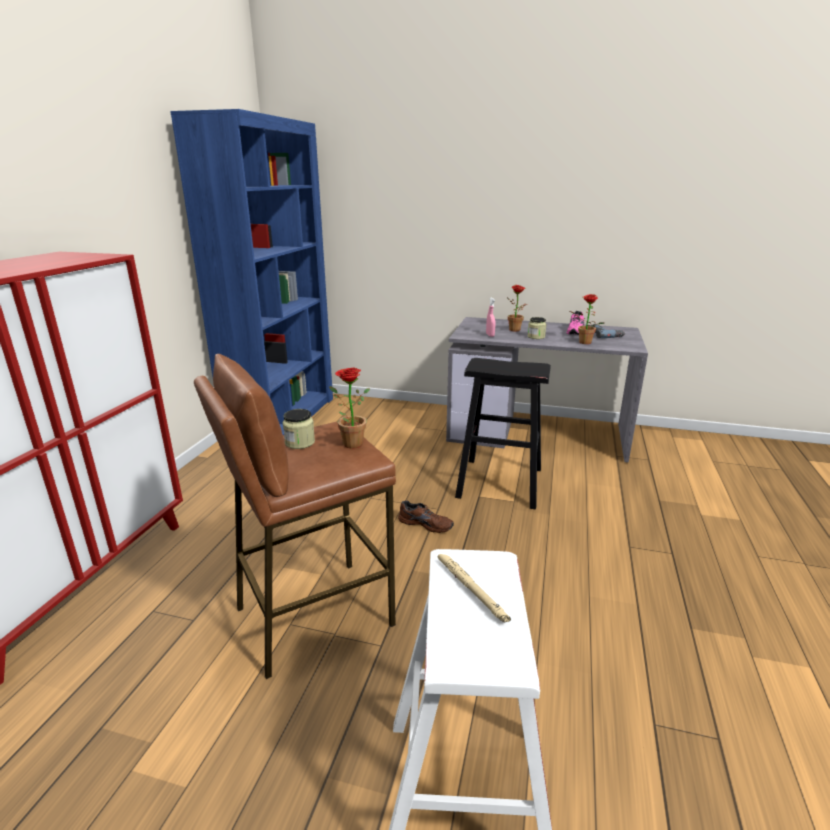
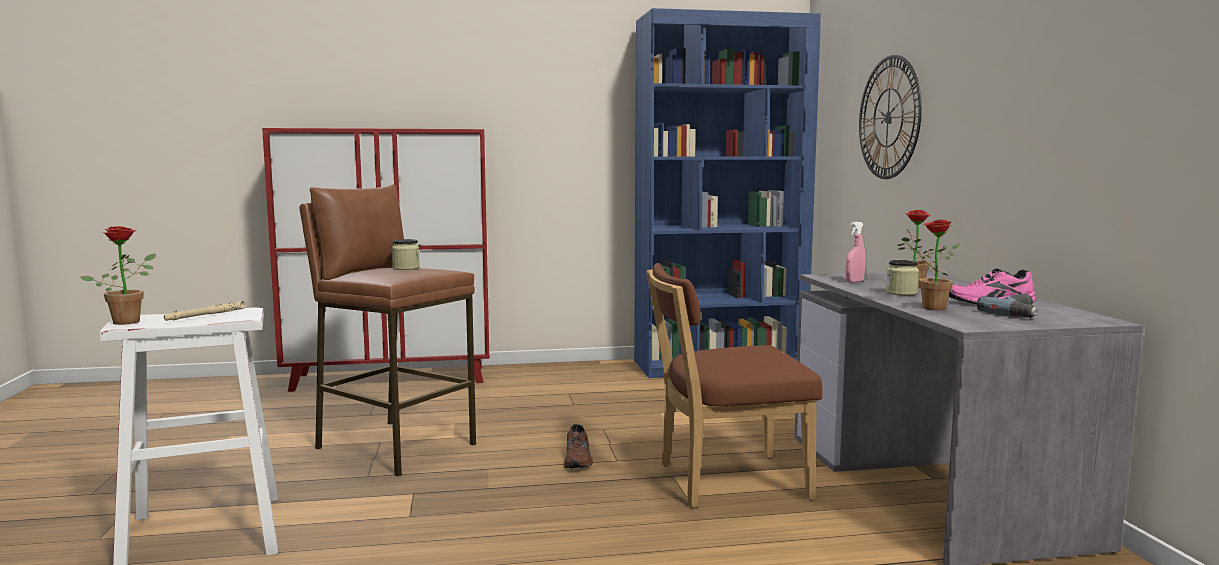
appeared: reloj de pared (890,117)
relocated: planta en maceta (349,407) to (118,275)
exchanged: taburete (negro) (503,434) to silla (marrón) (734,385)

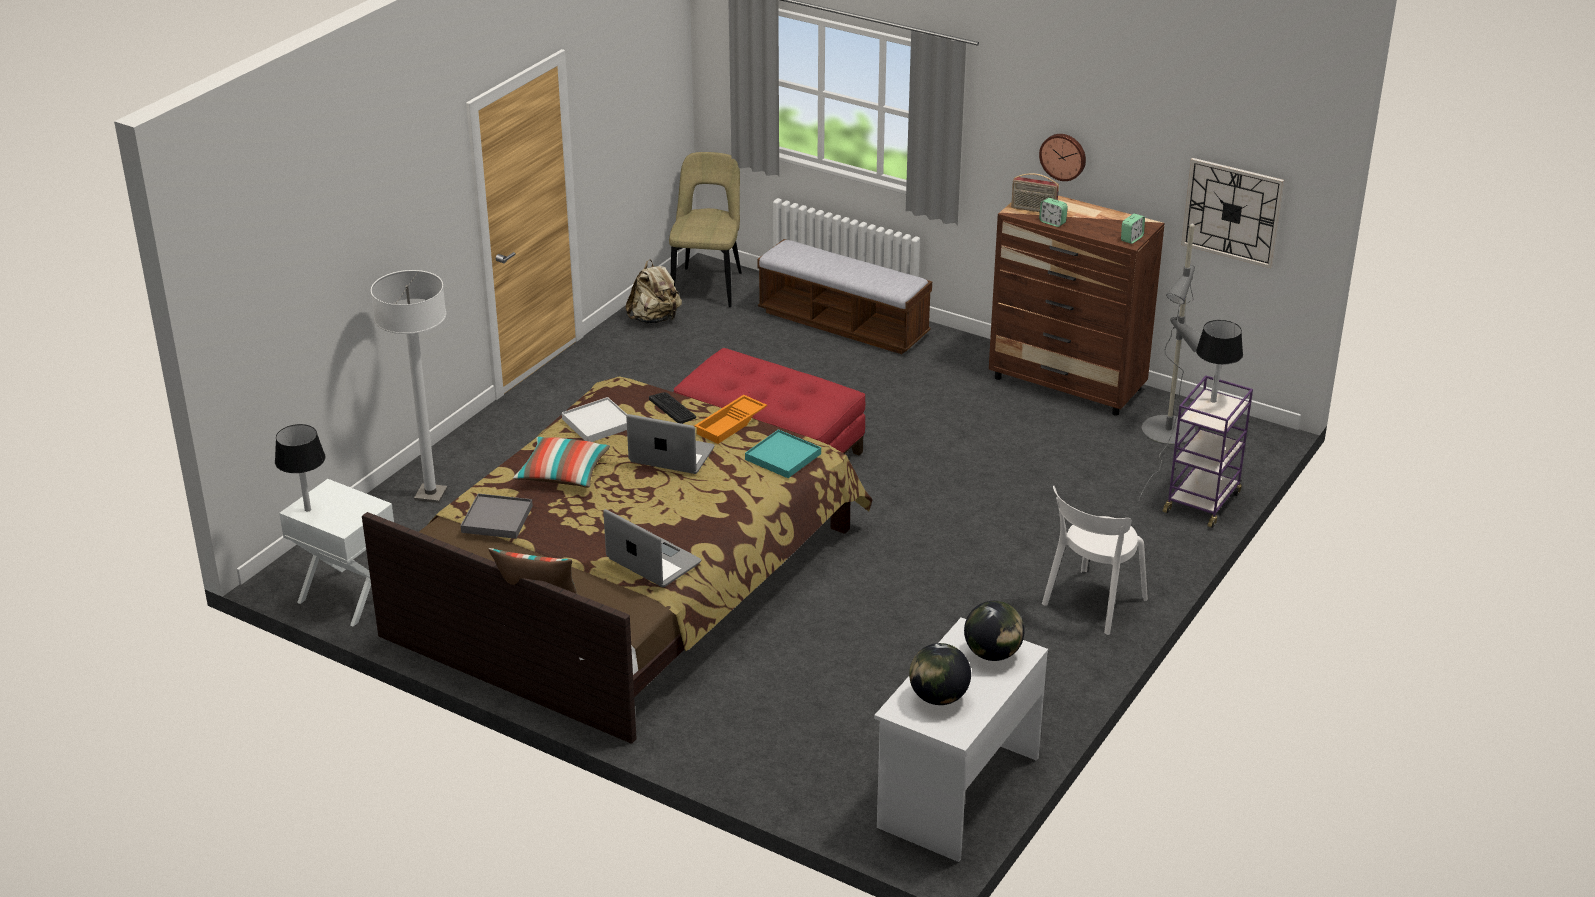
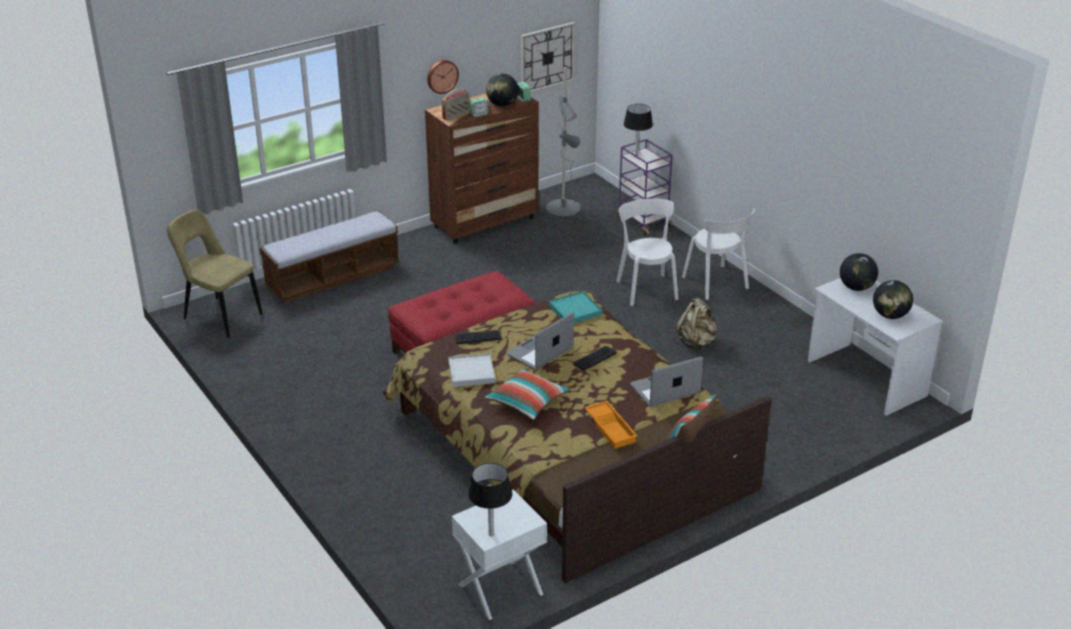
missing: lámpara de pie (blanco) (409,386); bandeja (gris) (497,516)
appeared: globo terráqueo (502,90); silla (blanco) (648,252); teclado (595,358)
relocated: mochila (beis) (653,291) to (696,324); bandeja (naranja) (730,419) to (611,425)

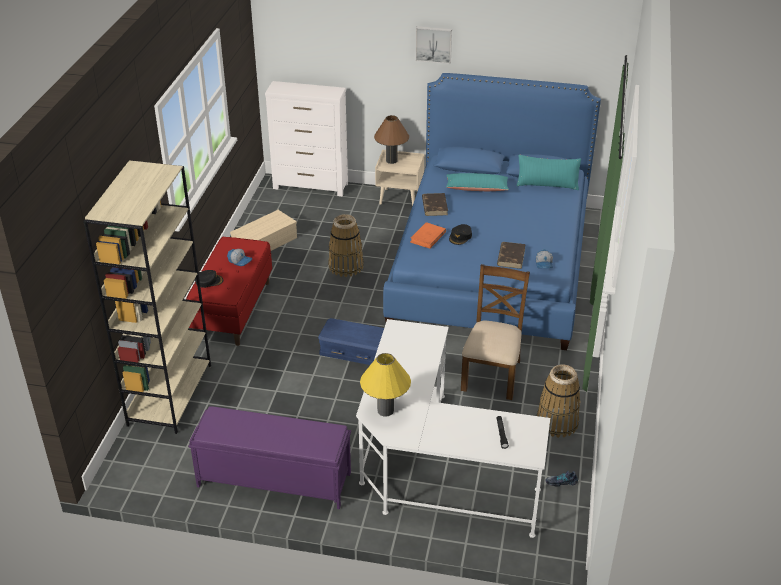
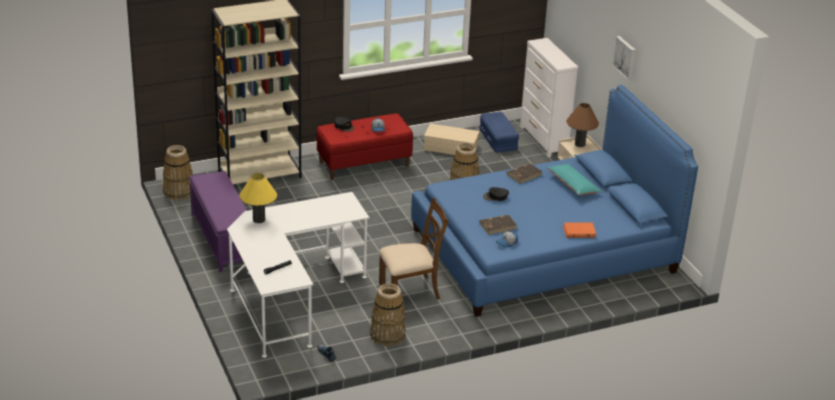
missing: cojín (turquesa) (548,172)
appeared: cesta (177,173)
relocated: libro (naranja) (428,235) to (579,230); caja de almacenaje (azul) (351,341) to (499,132)

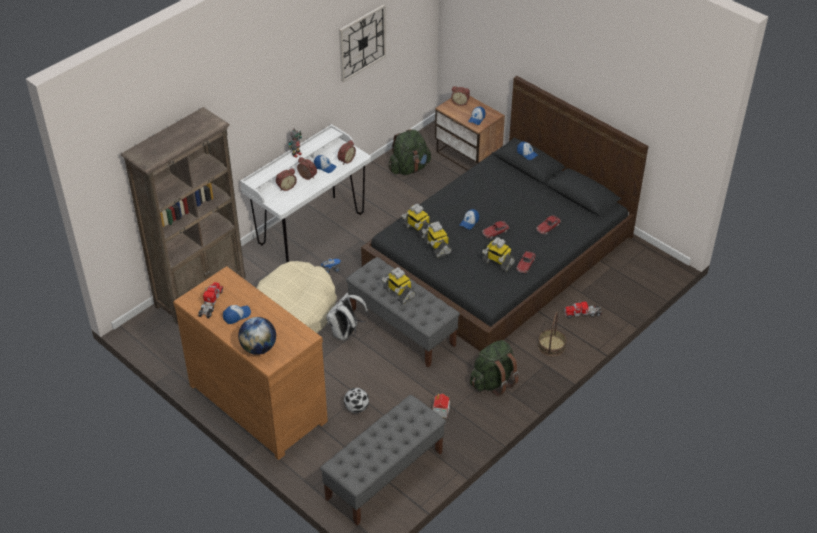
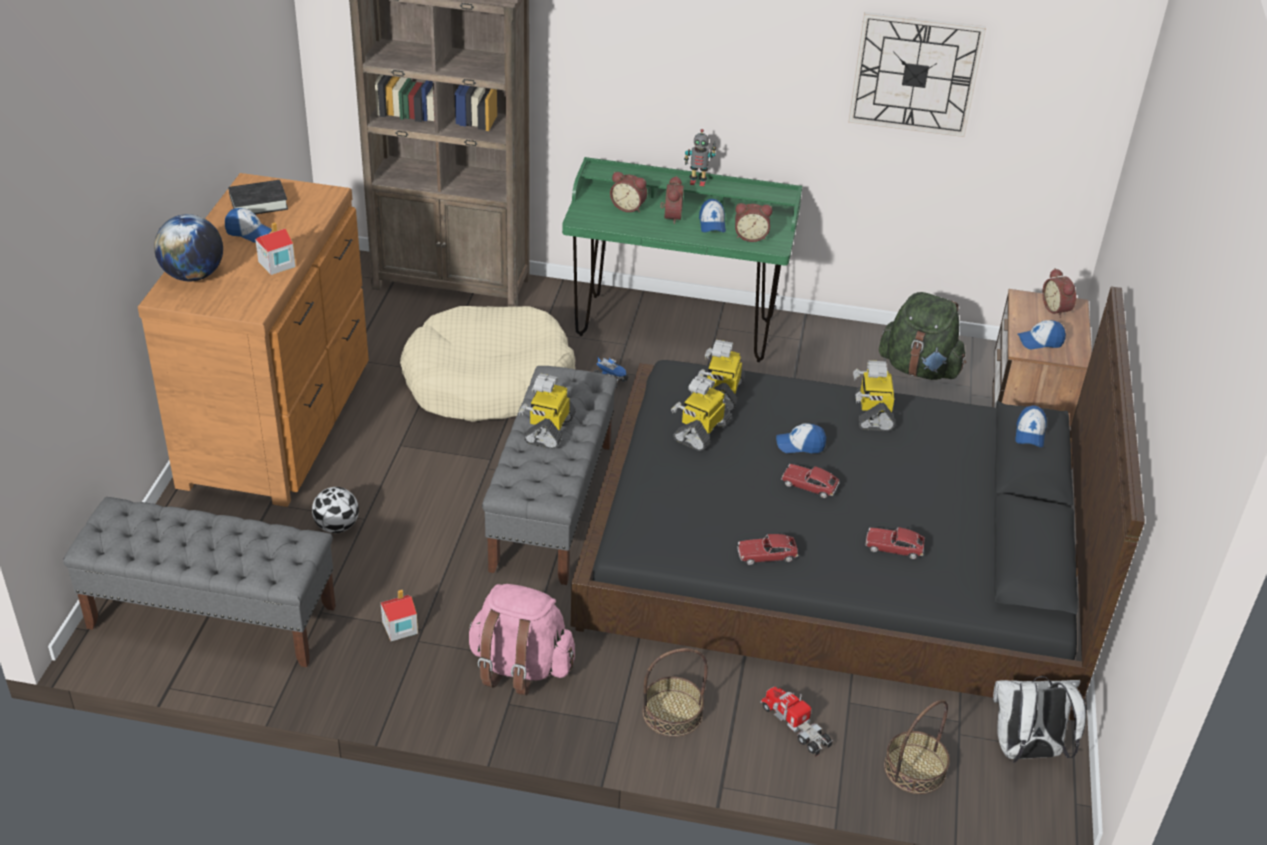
appeared: casita (275,248); cesta (917,747)
relocated: robot de juguete (498,254) to (874,395); mochila (blanco) (347,316) to (1039,719)
exchanged: camión de juguete (210,300) to libro (negro) (258,197)
colour: escritorio (blanco) (305,193) to escritorio (verde) (682,259); mochila (verde) (494,368) to mochila (rosa) (521,639)

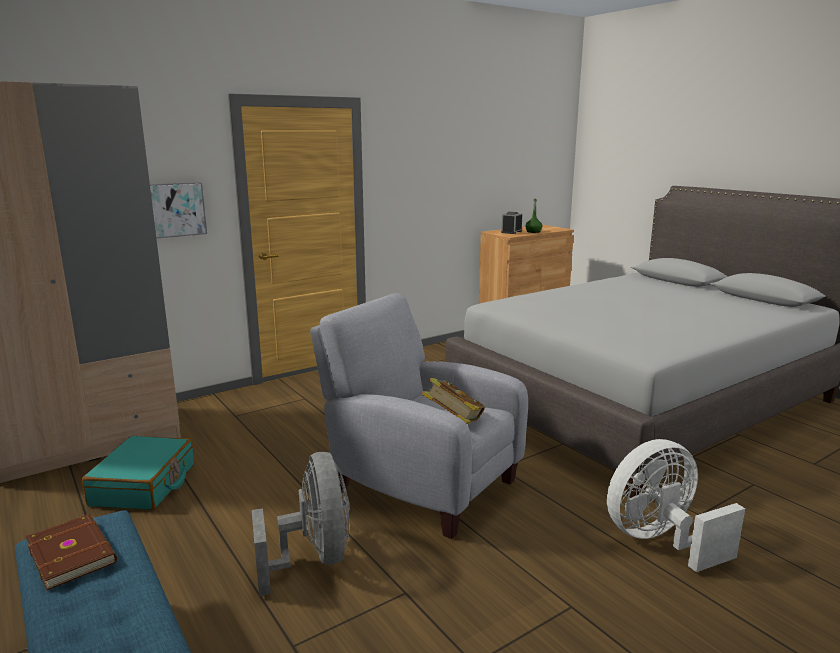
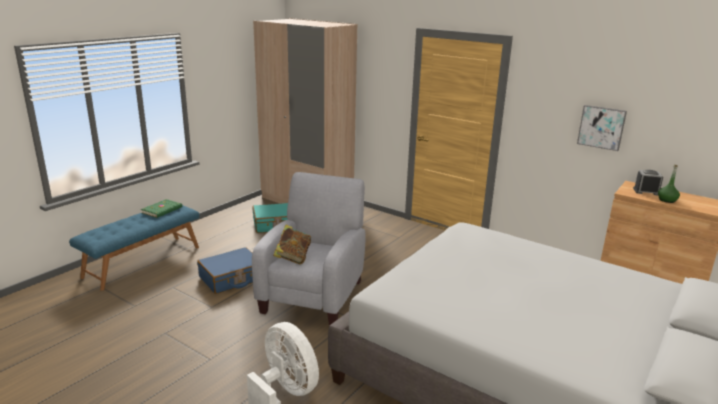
relocated: cuadro (178,210) to (602,128)
exchanged: ventilador (gris) (301,524) to maleta (azul) (225,270)
colour: libro (marrón) (71,552) to libro (verde) (161,208)

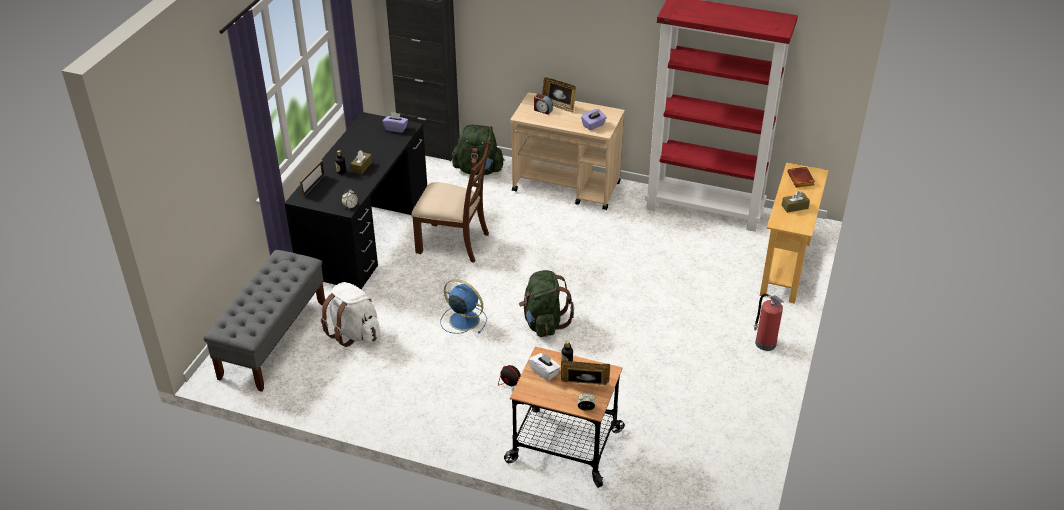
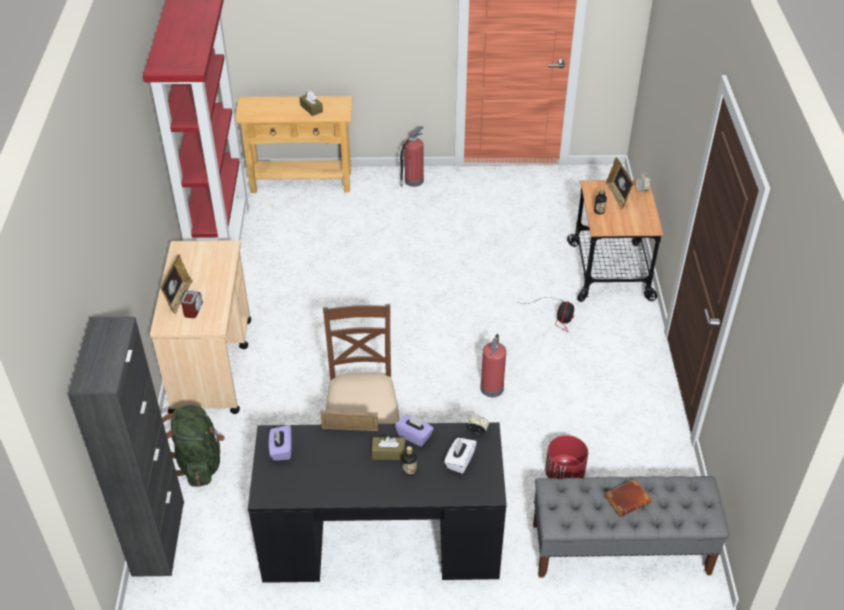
missing: mochila (verde) (546,303)
relocated: caja de pañuelos (morado) (594,119) to (414,430); portarretratos (312,178) to (349,420); libro (marrón) (801,177) to (628,498); caja de pañuelos (blanco) (545,366) to (460,456)
exchanged: ventilador (azul) (464,306) to extintor (493,365); mochila (blanco) (350,314) to maceta (rojo) (566,457)

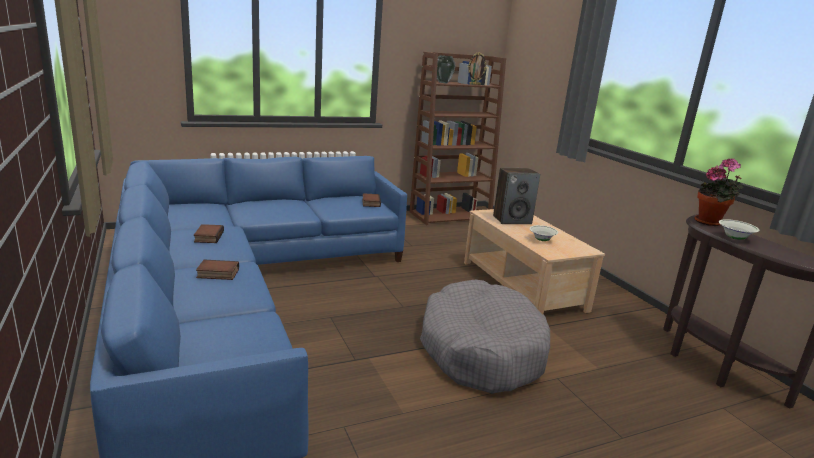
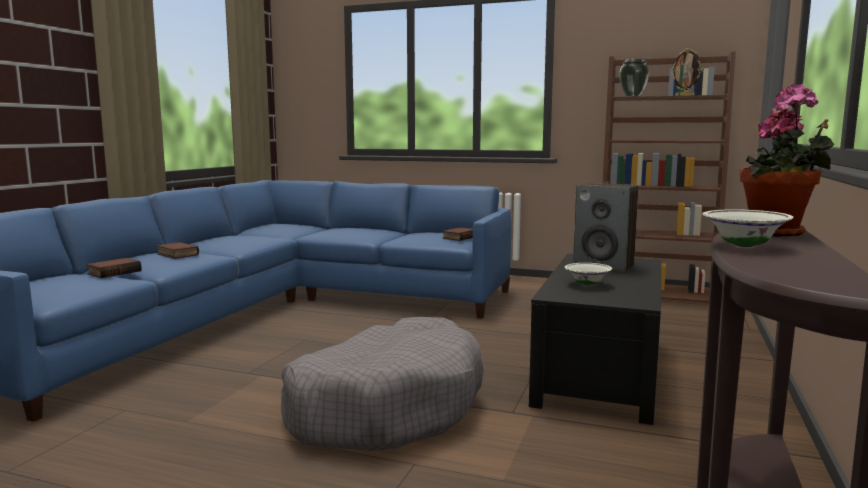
relocated: libro (209,233) to (114,268)
colour: mesa de centro (beis) (534,261) to mesa de centro (negro) (595,339)

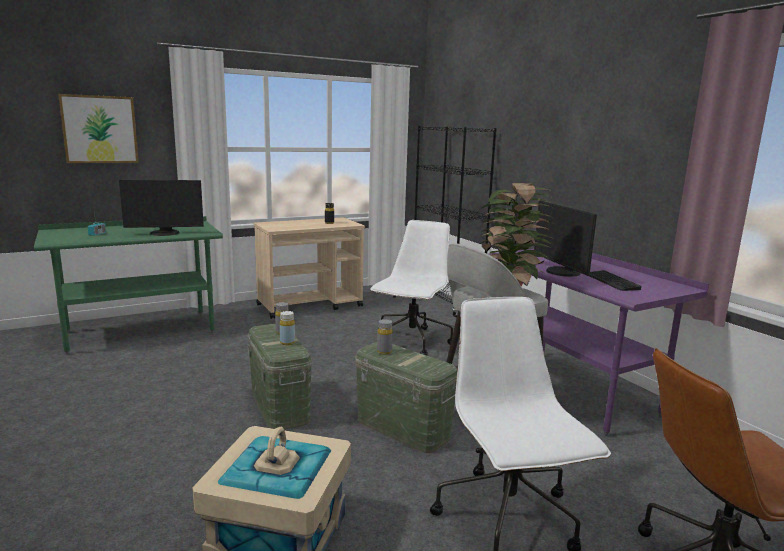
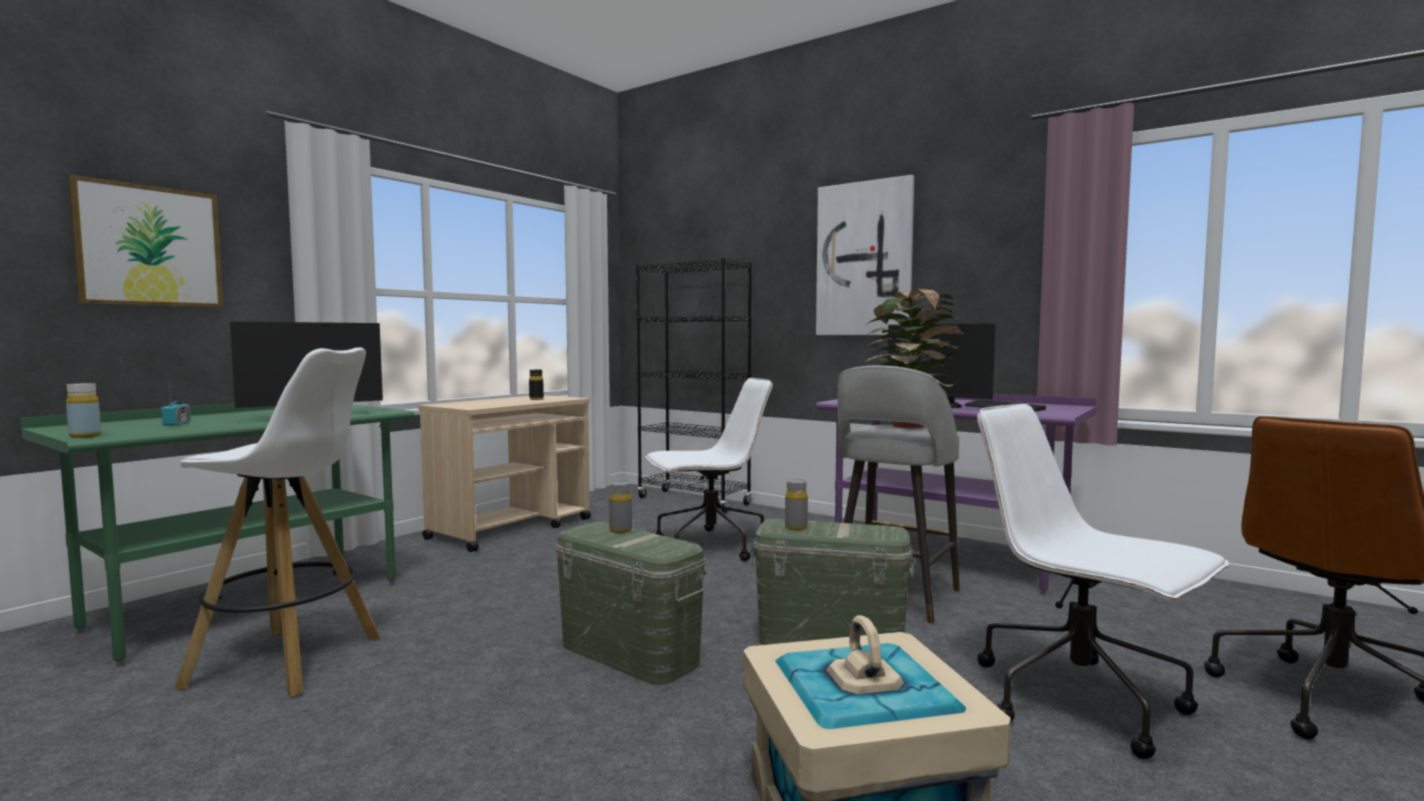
appeared: cuadro (865,255); taburete (blanco) (276,522)
relocated: botella (amarillo) (287,328) to (83,410)
spun: silla de oficina (blanco) (411,287) = (709,469) 75 degrees clockwise

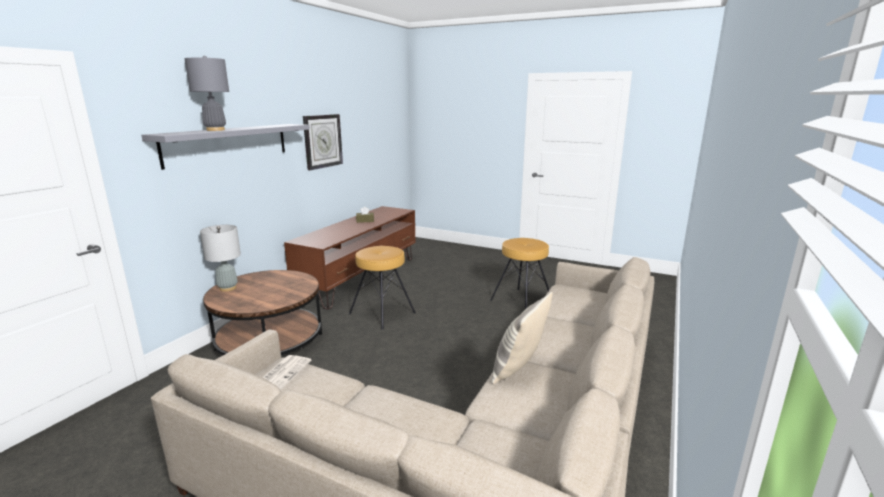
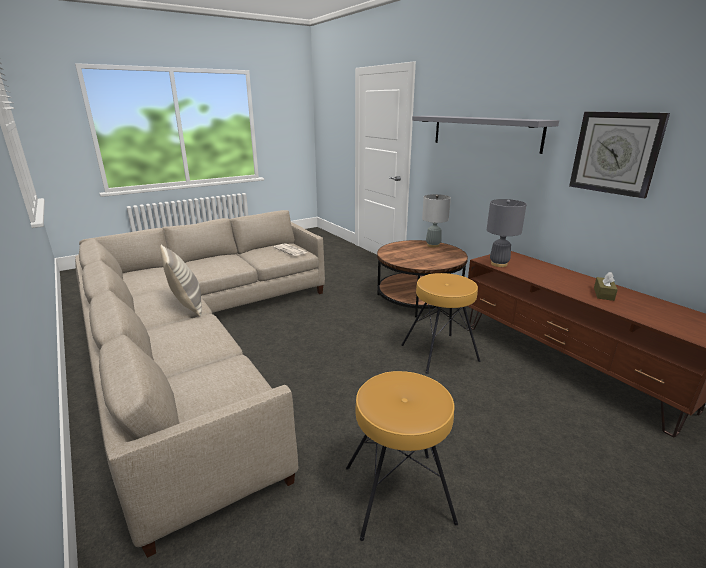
relocated: lámpara de mesa (gris) (207,93) to (507,233)

